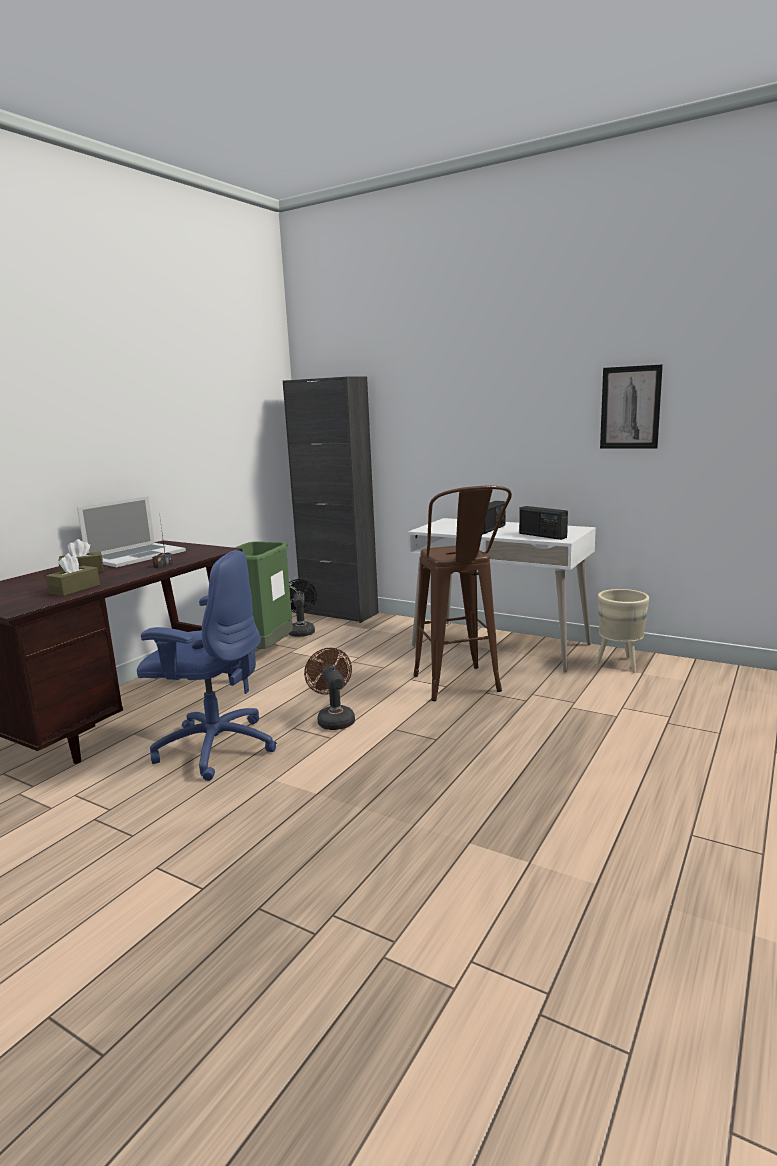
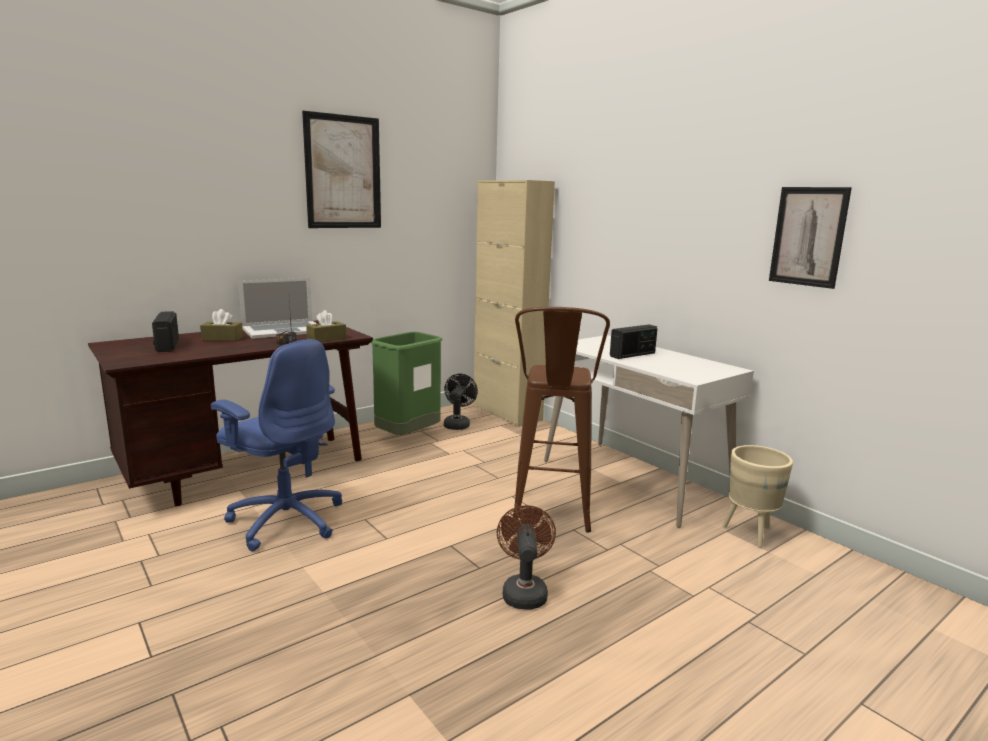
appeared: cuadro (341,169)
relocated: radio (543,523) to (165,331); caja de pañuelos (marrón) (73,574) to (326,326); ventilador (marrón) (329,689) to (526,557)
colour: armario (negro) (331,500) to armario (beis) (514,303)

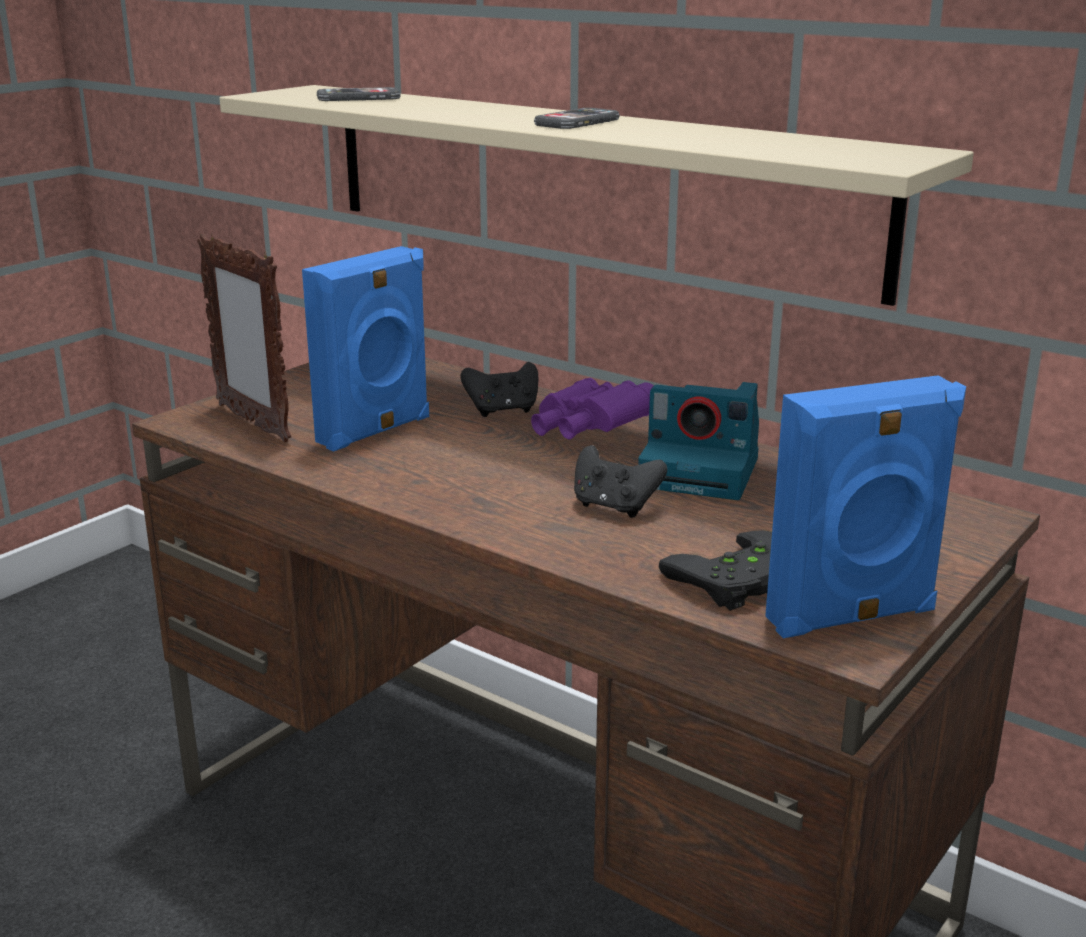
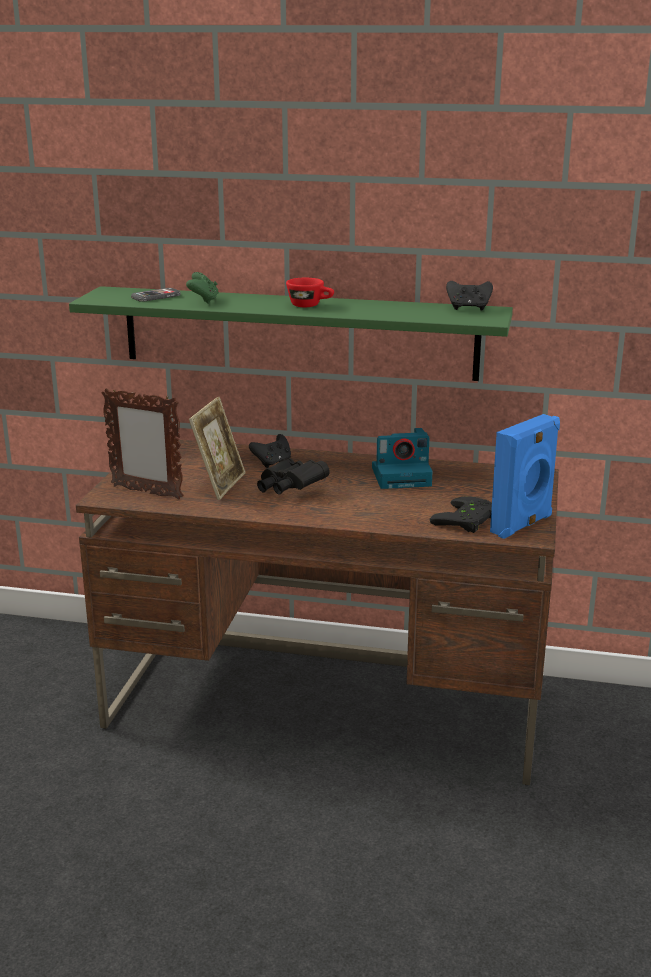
missing: prismáticos (morado) (592,409)
appeared: mando de consola (verde) (202,288); prismáticos (negro) (293,476)
relocated: mando de consola (negro) (620,481) to (469,296)
exchanged: móvil (577,118) to taza (rojo) (310,292); altavoz (azul) (365,349) to portarretratos (217,448)
colour: estante (beis) (596,195) to estante (verde) (291,333)

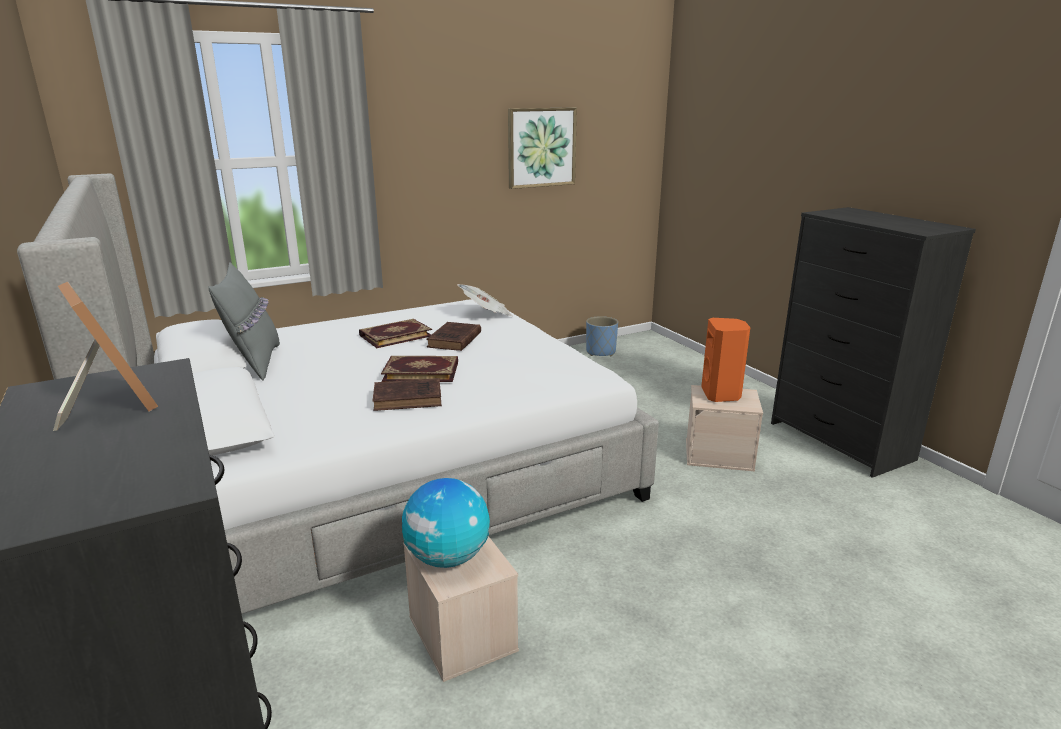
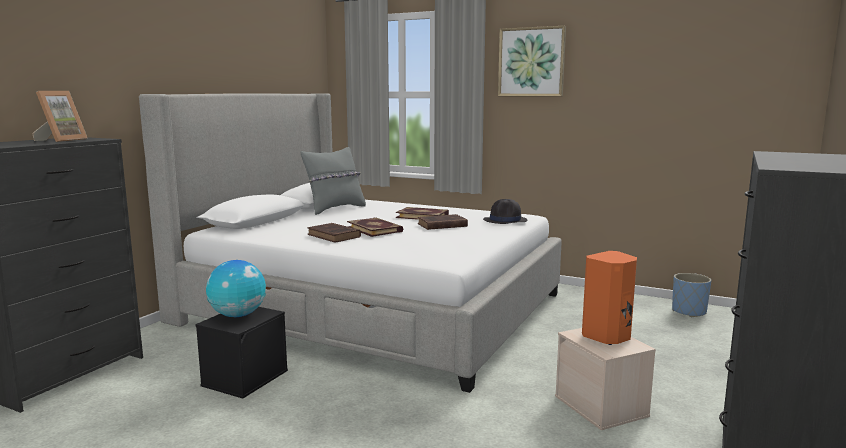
relocated: cuadro (542,148) to (532,61)
exchanged: periódico (484,300) to sombrero (negro) (505,211)
colour: caja de almacenaje (beis) (461,609) to caja de almacenaje (negro) (241,353)

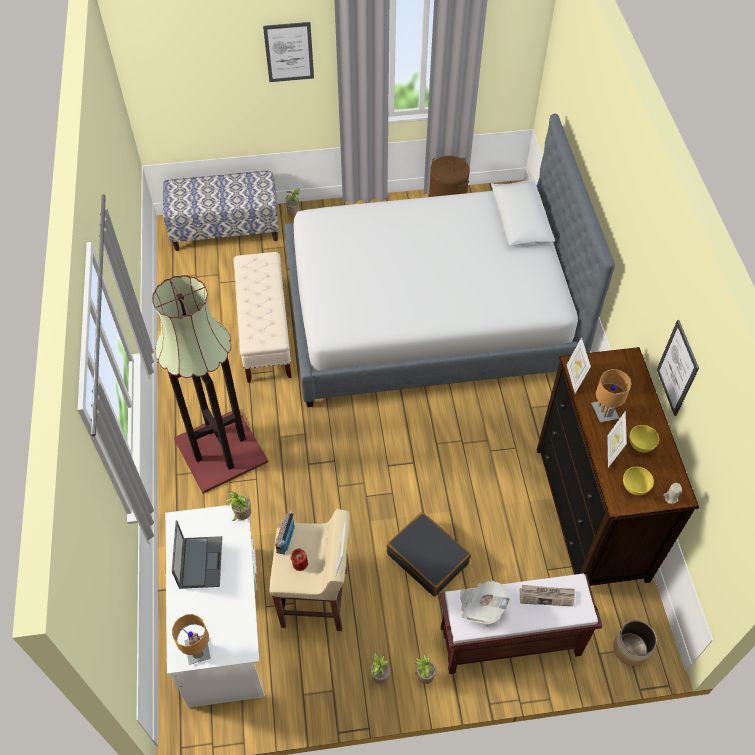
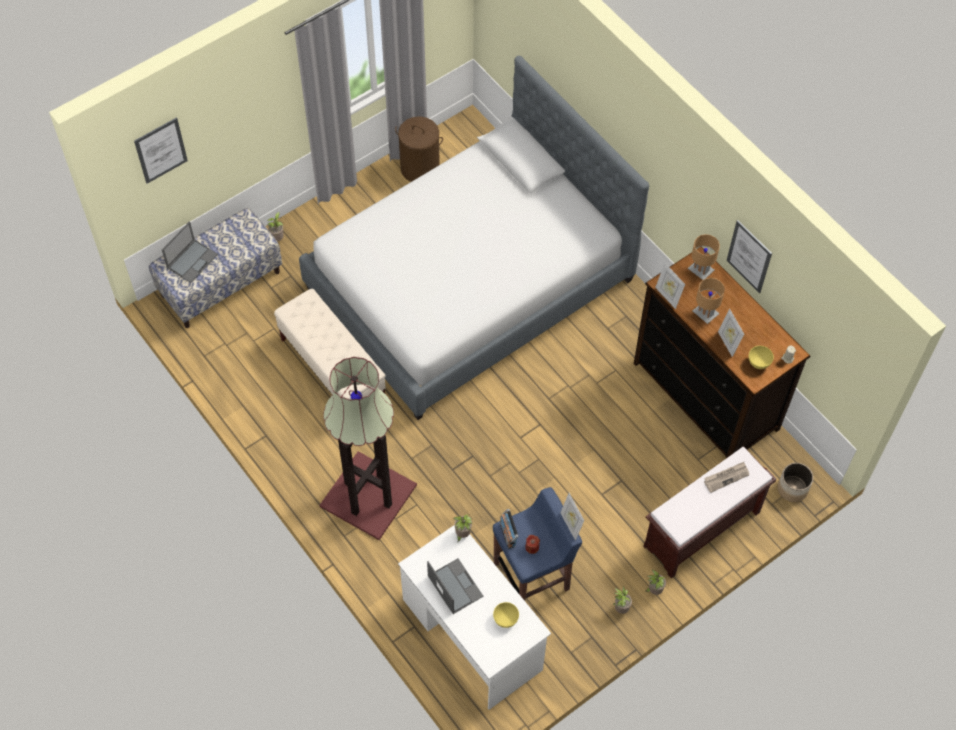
missing: maleta (negro) (429,554); periódico (485,602)
appeared: portátil (190,252)
relocated: cuadro (288,52) to (161,150); cuenco (amarillo) (644,438) to (506,615); lámpara de mesa (marrón) (191,639) to (704,257)
colour: taburete (beis) (309,570) to taburete (azul) (537,544)

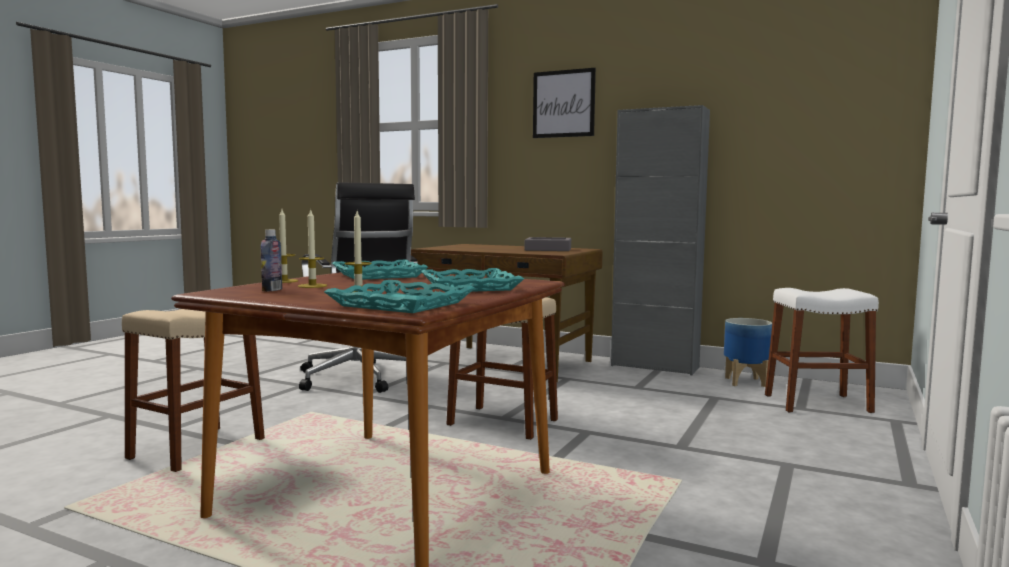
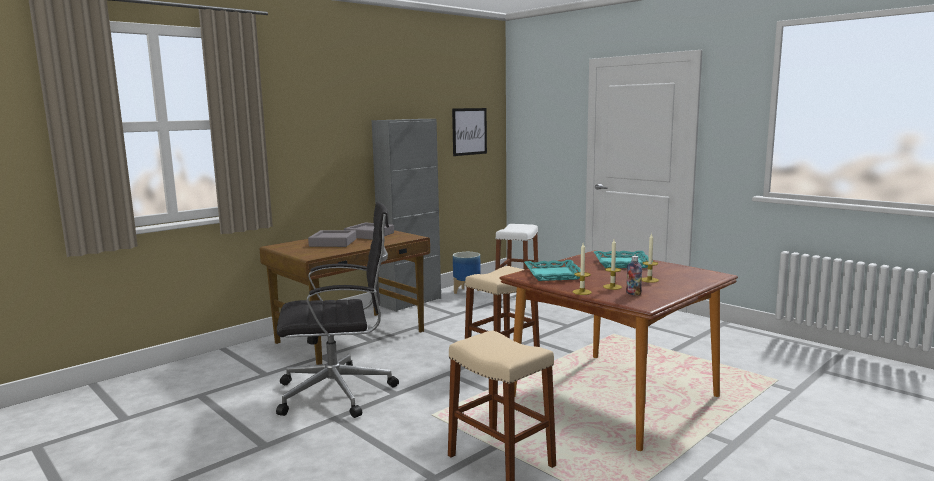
missing: bandeja (turquesa) (399,296)
appeared: bandeja (gris) (332,238)
relocated: cuadro (564,103) to (469,132)

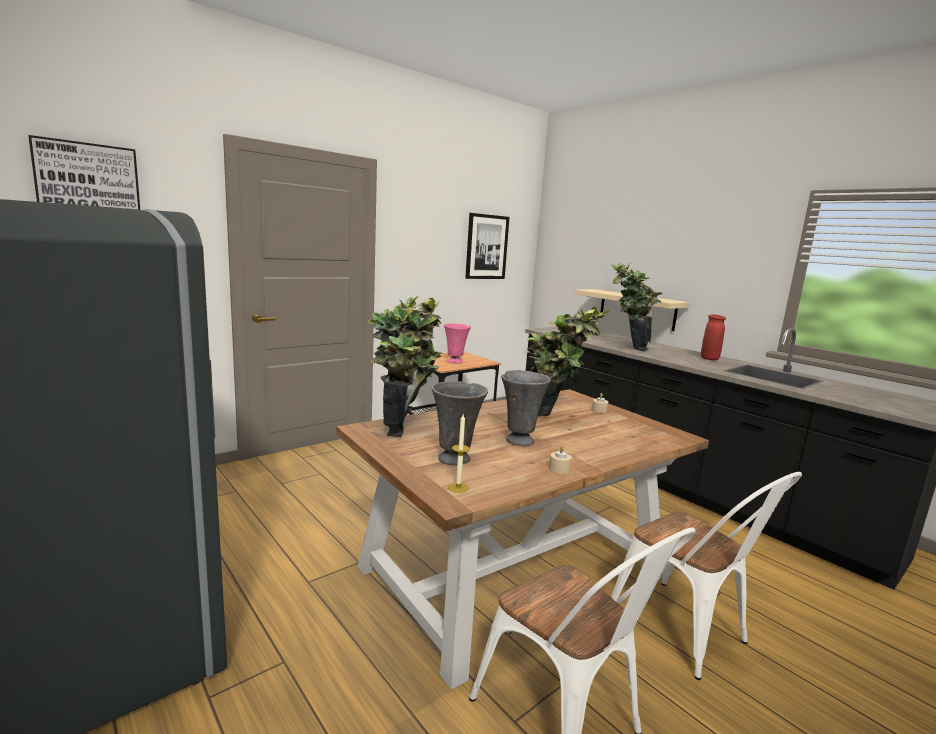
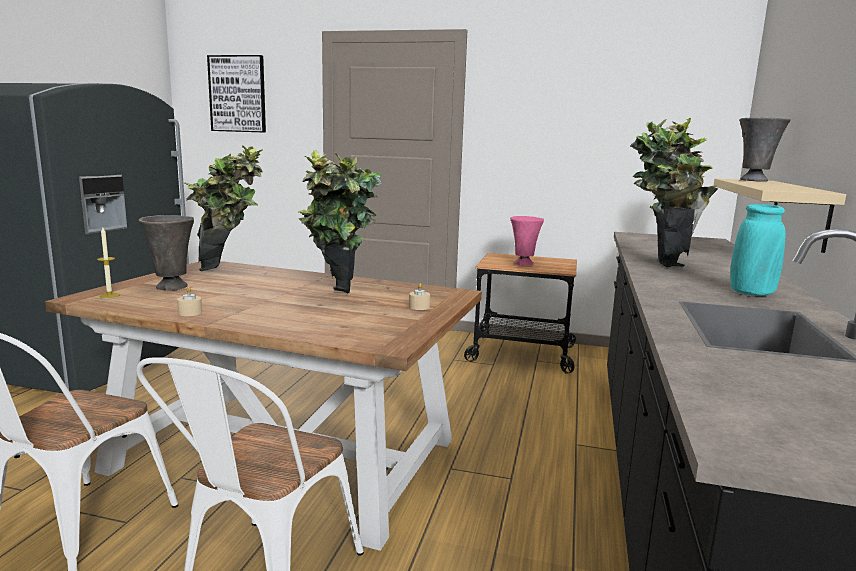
missing: cuadro (487,246)
relocated: florero (gris) (526,408) to (765,149)
colour: florero (rojo) (713,337) to florero (turquesa) (757,250)

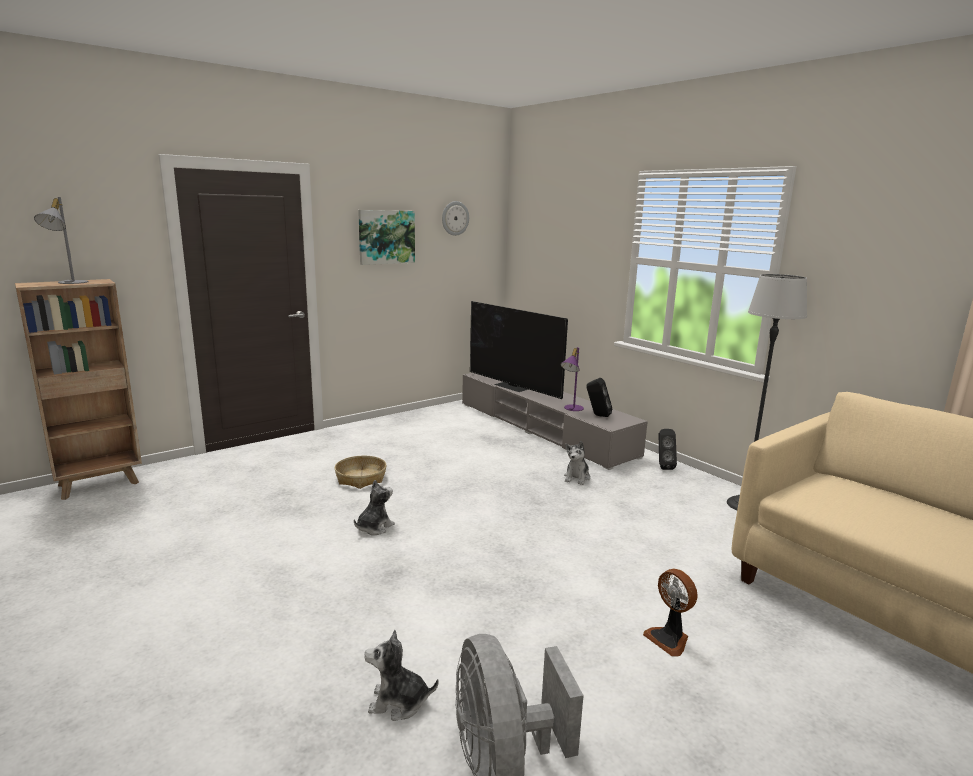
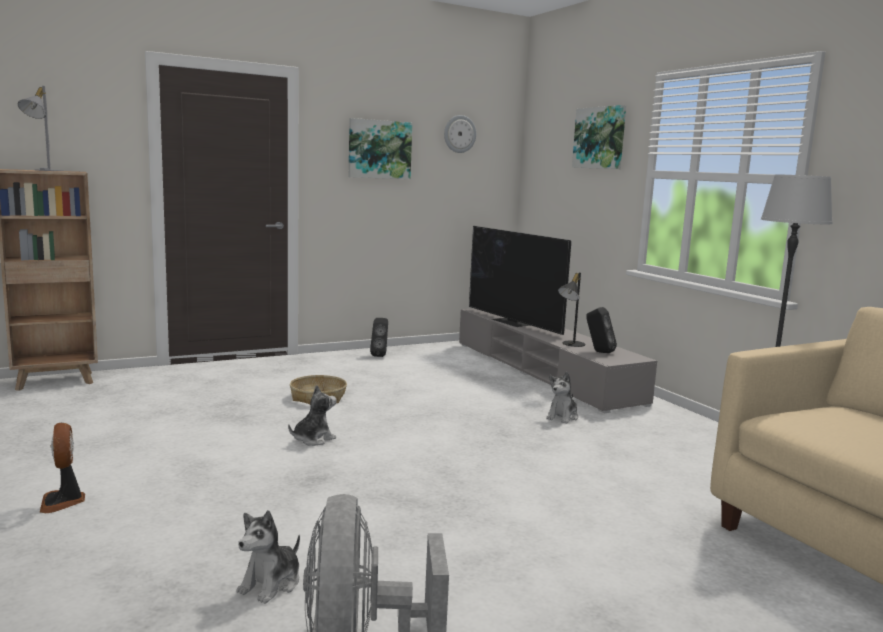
appeared: cuadro (599,137)
relocated: altavoz (negro) (668,449) to (379,337); ventilador (670,613) to (62,468)
colour: lámpara de mesa (morado) (572,379) to lámpara de mesa (negro) (571,309)
spun: peluche (401,675) = (268,557) 75 degrees counterclockwise

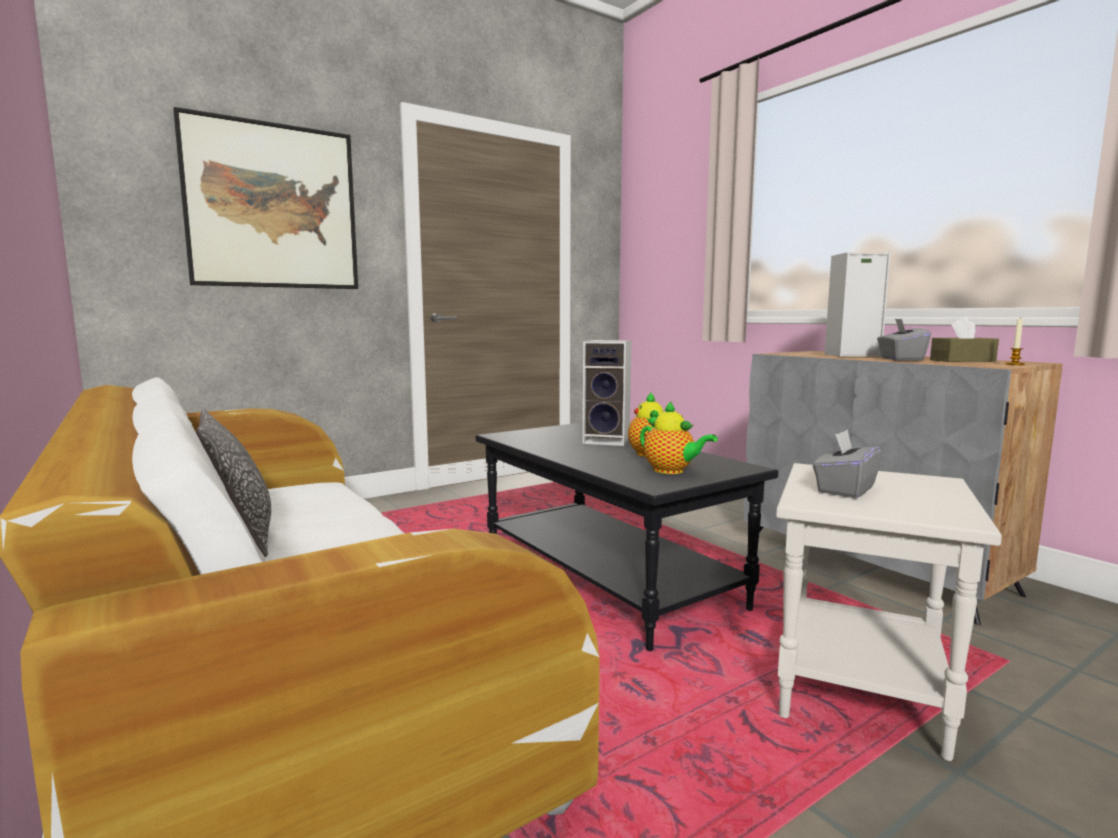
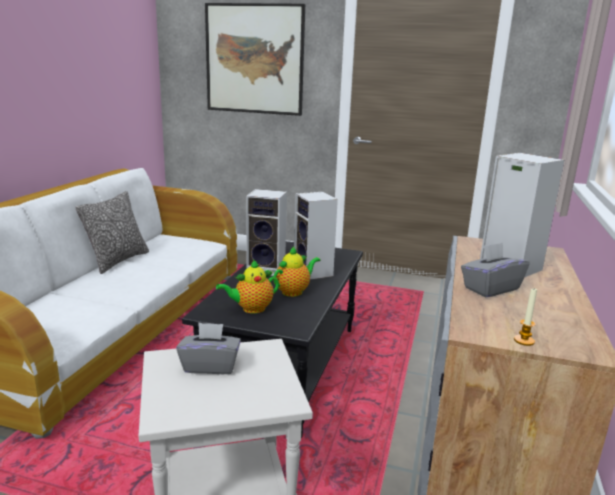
missing: caja de pañuelos (marrón) (964,339)
appeared: altavoz (266,232)
spun: tetera (678,437) = (247,286) 60 degrees clockwise

